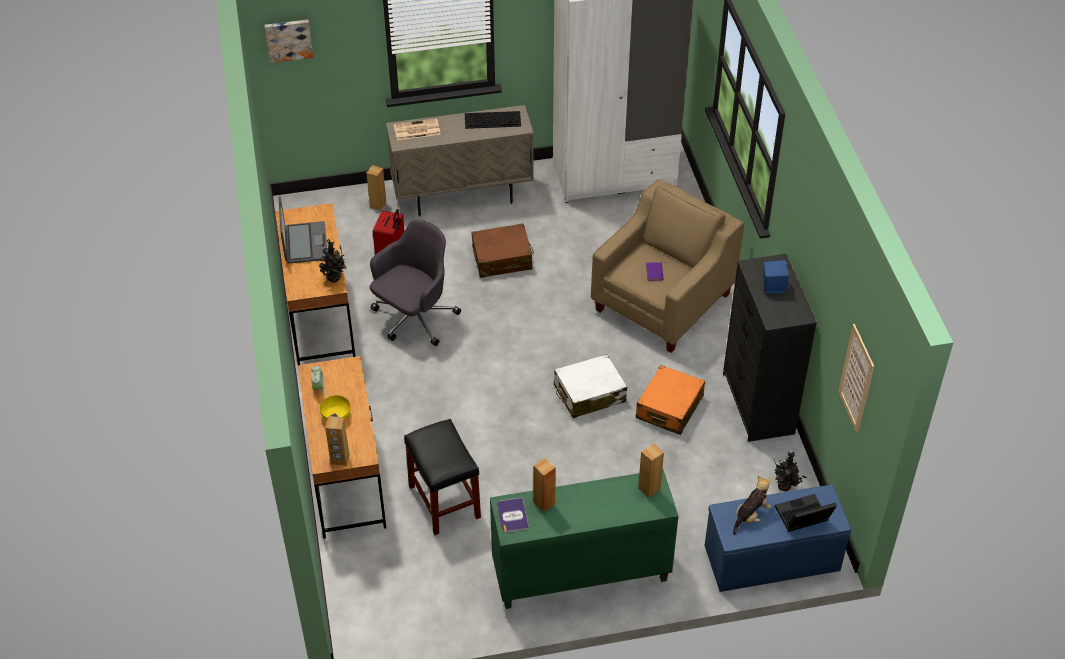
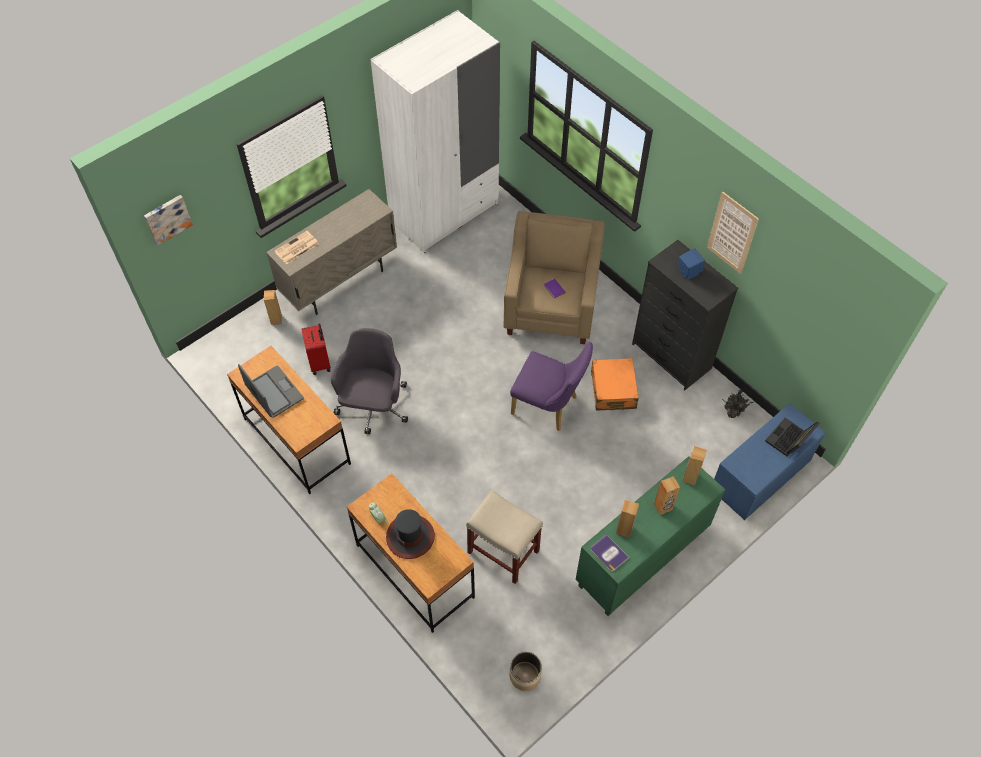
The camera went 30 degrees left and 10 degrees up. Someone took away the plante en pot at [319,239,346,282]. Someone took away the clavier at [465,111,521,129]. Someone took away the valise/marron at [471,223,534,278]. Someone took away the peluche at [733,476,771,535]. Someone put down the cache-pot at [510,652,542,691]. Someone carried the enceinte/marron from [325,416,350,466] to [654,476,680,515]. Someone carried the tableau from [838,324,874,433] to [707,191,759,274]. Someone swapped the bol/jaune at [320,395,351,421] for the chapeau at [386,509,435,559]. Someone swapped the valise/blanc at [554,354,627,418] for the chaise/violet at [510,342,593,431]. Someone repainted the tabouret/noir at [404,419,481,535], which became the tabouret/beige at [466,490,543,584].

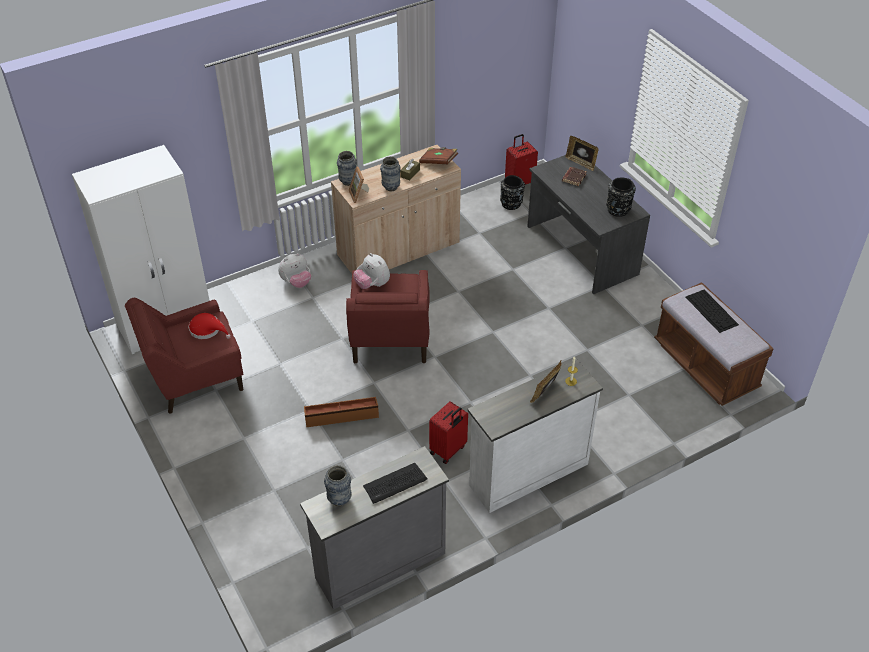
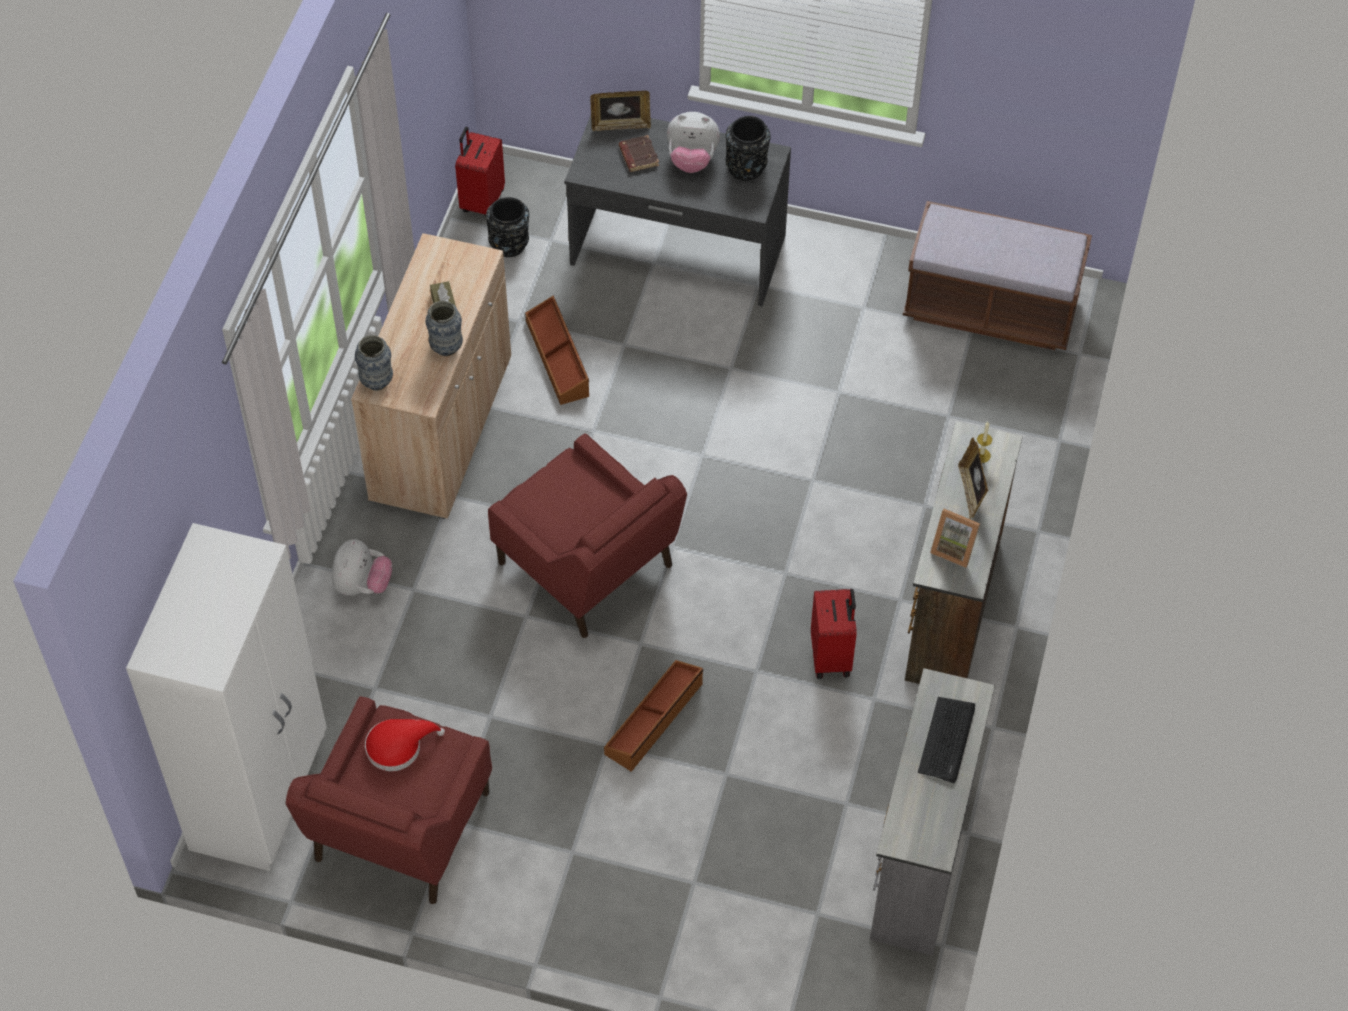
The camera went 45 degrees left and 10 degrees up. Someone took away the vase at [324,465,352,506]. Someone took away the livre/marron at [419,147,458,164]. Someone took away the clavier at [686,290,739,333]. Someone put down the boîte de rangement/marron at [525,296,589,405]. Someone carried the cadre photo from [349,167,369,203] to [930,509,980,568]. Someone carried the peluche from [354,253,390,289] to [667,112,720,173]. Someone repainted the commode/blanc at [467,360,603,513], which became the commode/marron at [905,421,1023,684].

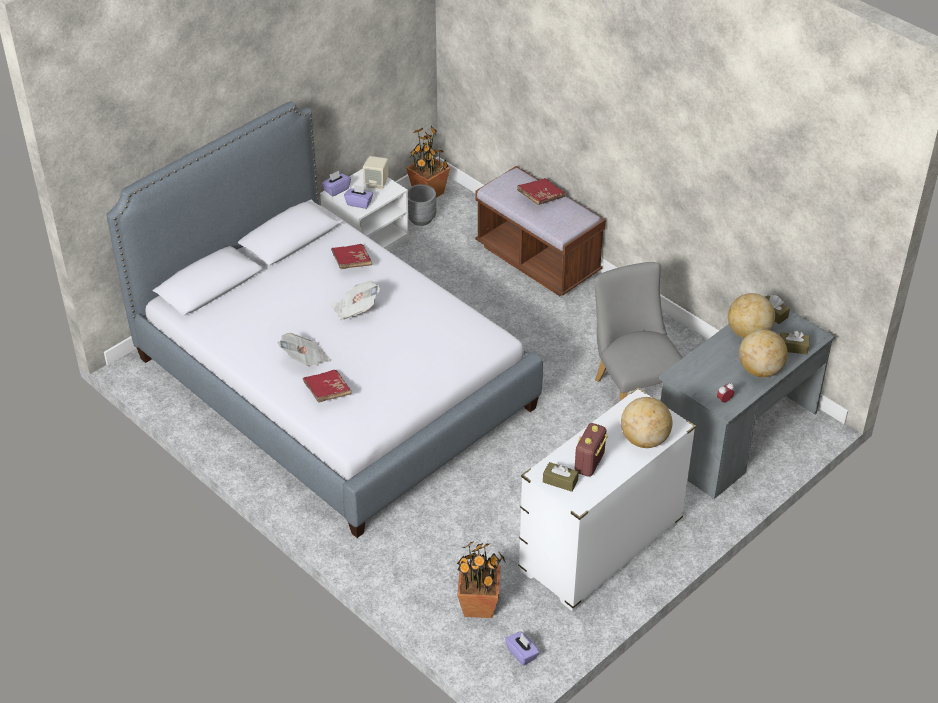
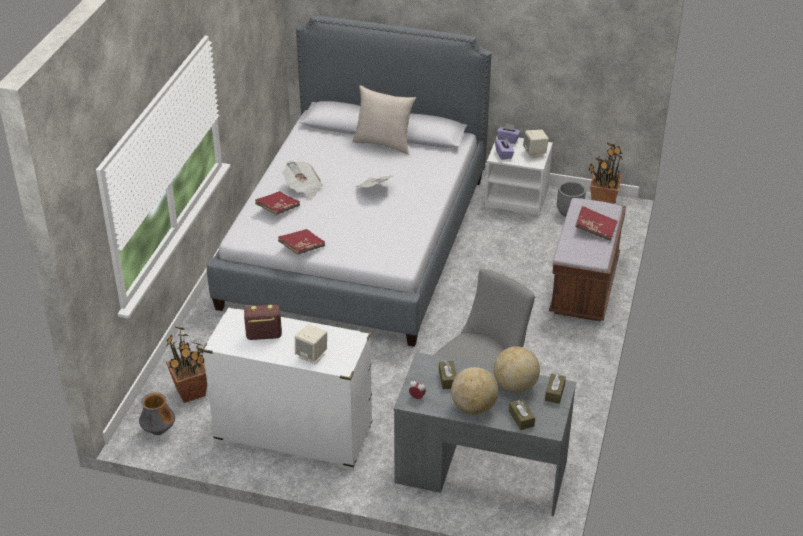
The camera went 60 degrees right and 5 degrees down. Someone put down the coussin/beige at [352,85,416,155]. Someone carried the livre/rouge from [331,244,372,269] to [278,229,325,255]. Someone carried the boîte à mouchoirs/marron from [543,462,579,492] to [439,361,457,389]. Someone swapped the boîte à mouchoirs/violet at [505,631,540,666] for the vase at [139,392,175,435]. Someone swapped the globe at [621,397,672,448] for the enceinte/beige at [295,324,327,364].

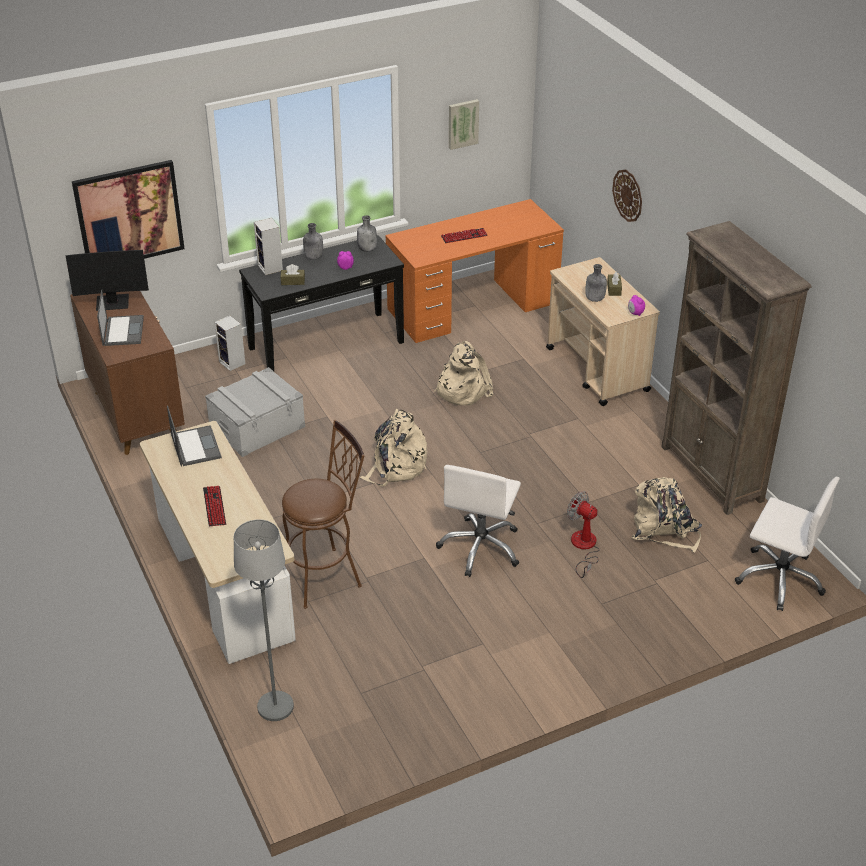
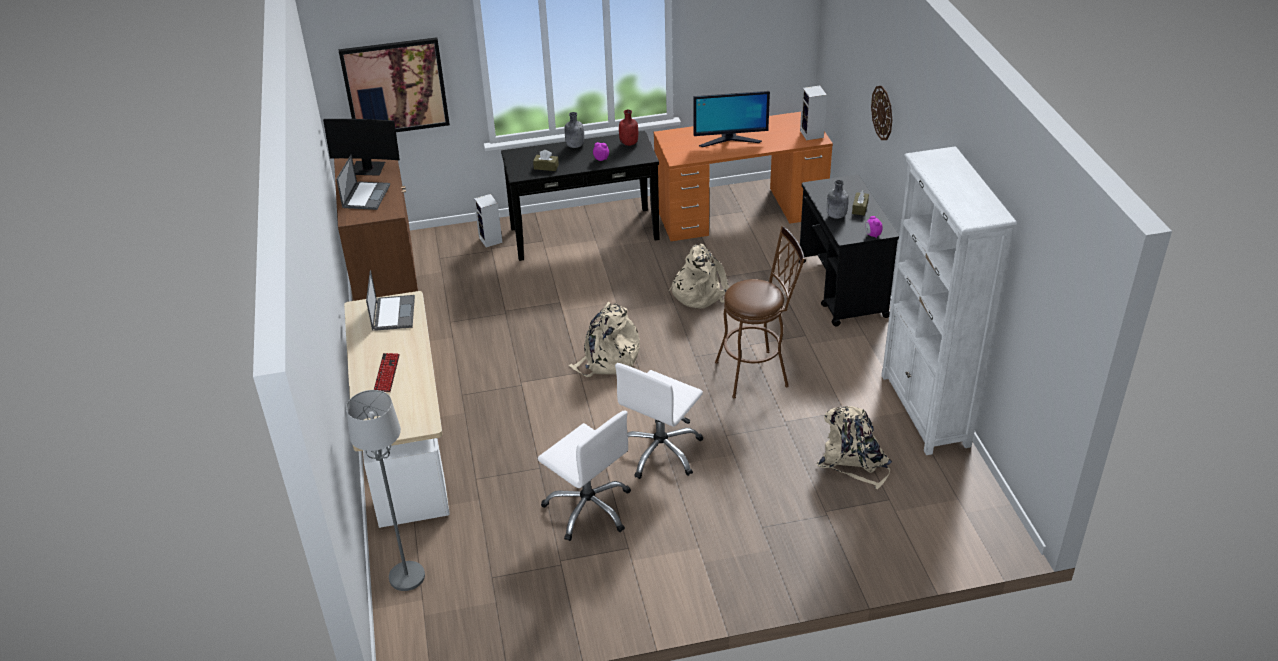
The camera went 15 degrees right and 0 degrees up. Someone took away the boîte de rangement/gris at [205,367,305,457]. Someone took away the tableau at [449,99,479,150]. Someone took away the ventilateur at [567,491,599,578]. Someone carried the enceinte from [254,217,283,275] to [800,86,827,140]. Someone carried the tabouret/marron from [282,420,364,609] to [715,226,805,398]. Someone carried the chaise de bureau/blanc from [735,477,840,611] to [538,410,631,541]. Someone swapped the clavier at [441,228,488,243] for the écran d'ordinateur at [694,91,770,147]. Someone repainted the bouteille/gris at [357,215,377,252], which became the bouteille/rouge at [619,110,638,146]. Someone repainted the chariot/beige at [546,257,660,406], which became the chariot/noir at [799,175,899,326]. Someone repainted the bibliothèque/marron at [662,221,811,515], which became the bibliothèque/blanc at [881,146,1017,455].

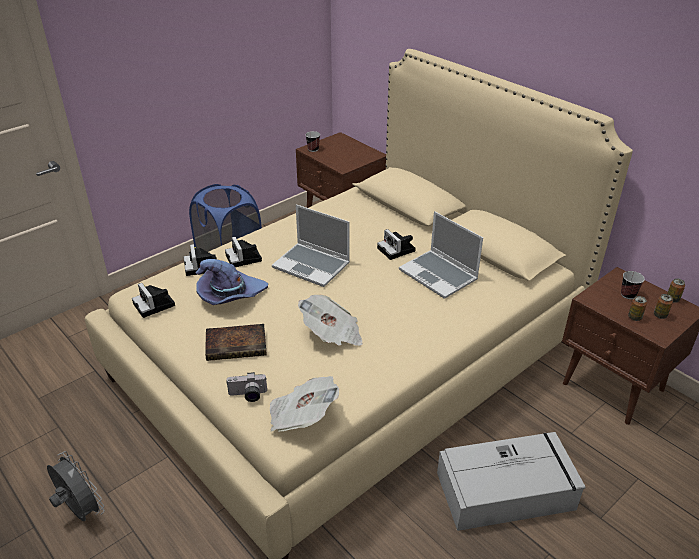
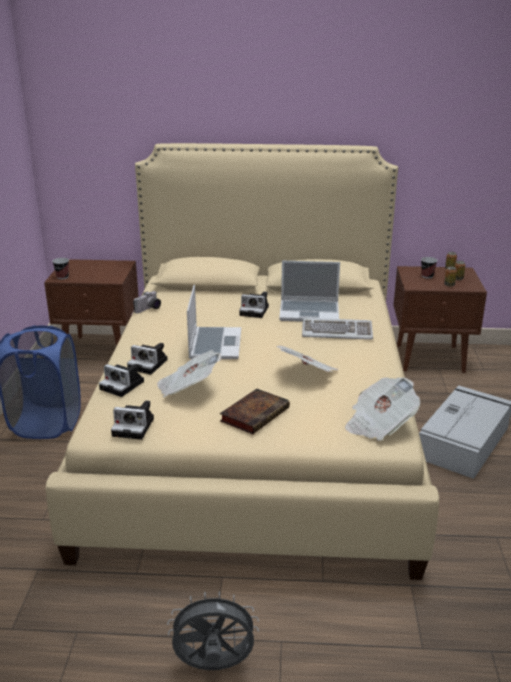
The camera went 45 degrees left and 10 degrees down. Someone put down the clavier at [302,318,373,340]. Someone carried the appareil photo from [226,372,267,402] to [133,291,161,313]. Someone swapped the chapeau/violet at [195,259,268,305] for the journal at [157,350,221,398]. Someone rotated the ordinateur portable at [272,204,350,287] by 75 degrees counterclockwise.

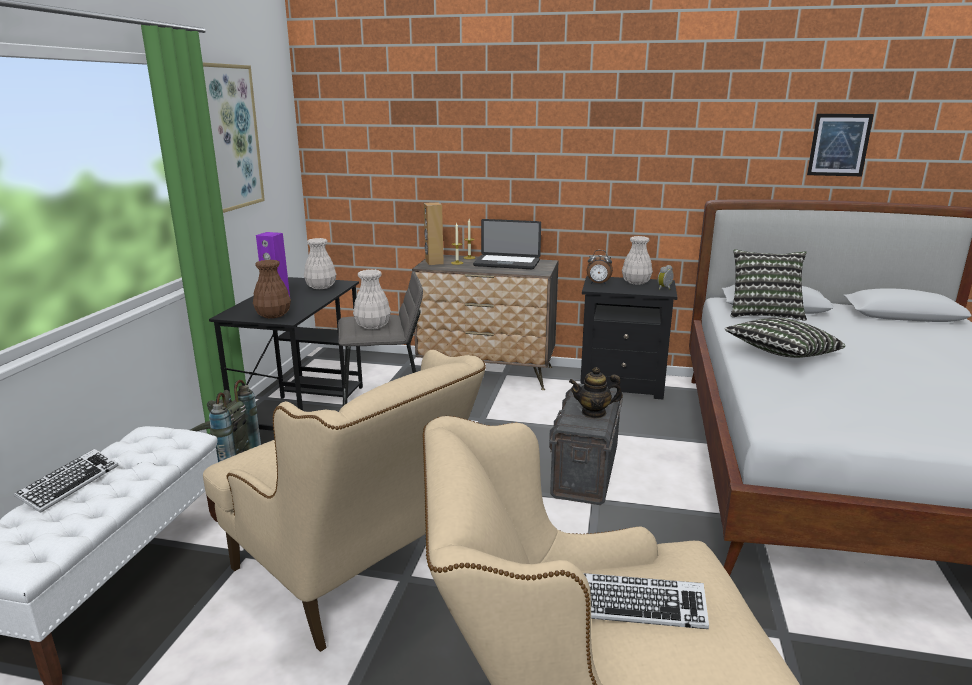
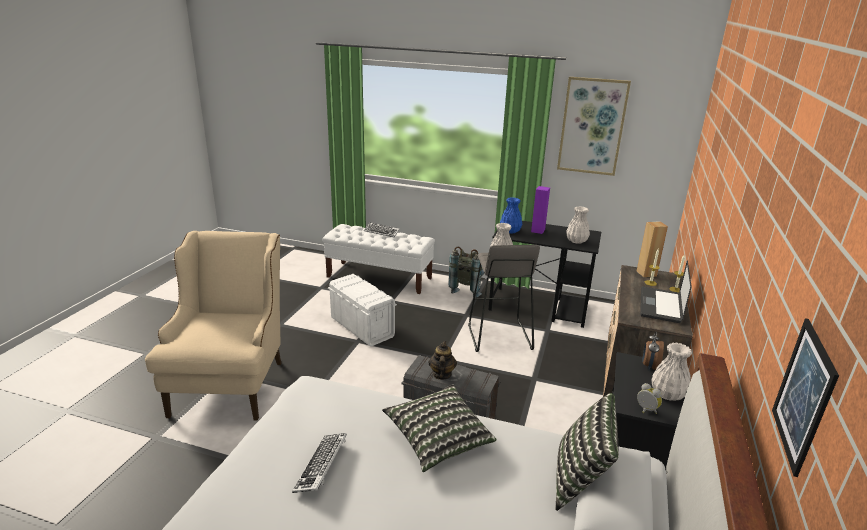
The camera went 95 degrees right and 5 degrees up. Someone carried the clavier from [584,573,709,629] to [292,433,347,493]. Someone swapped the fauteuil/beige at [203,350,486,652] for the boîte de rangement/blanc at [328,274,397,347]. Someone repainted the vase/marron at [253,260,291,318], which became the vase/bleu at [500,197,522,234].

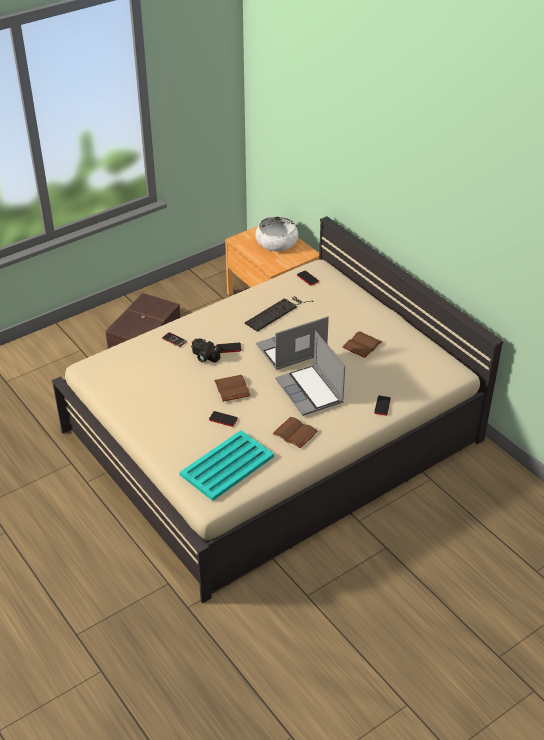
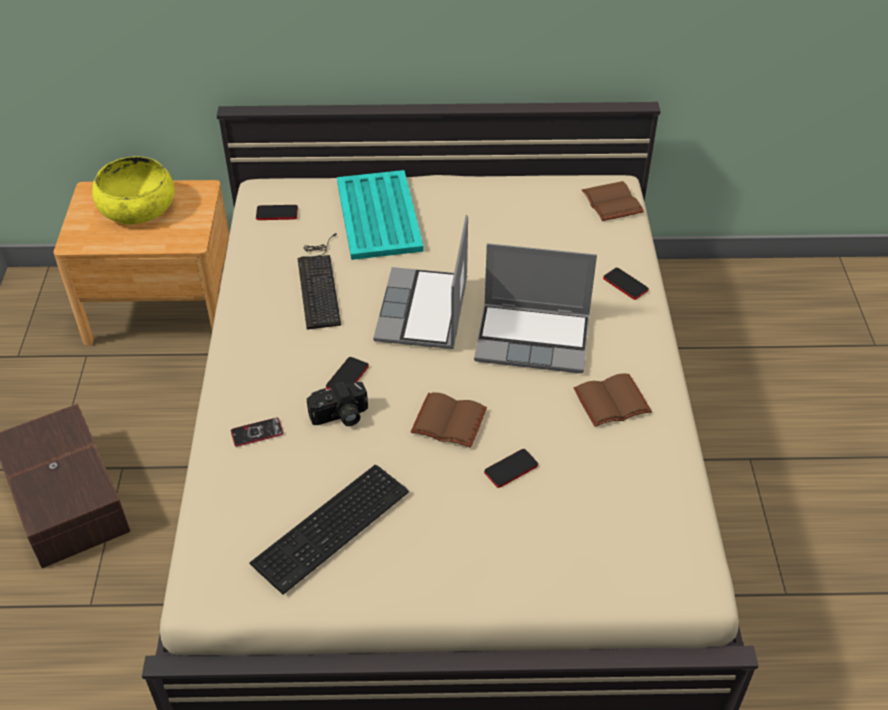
The camera went 55 degrees left and 5 degrees up. Someone put down the clavier at [249,465,409,595]. Someone carried the plateau/turquoise from [180,430,274,501] to [337,170,424,260]. Someone carried the livre/marron from [343,331,382,358] to [582,181,644,221]. Someone repainted the bol/blanc at [256,216,298,251], which became the bol/jaune at [92,156,175,225].

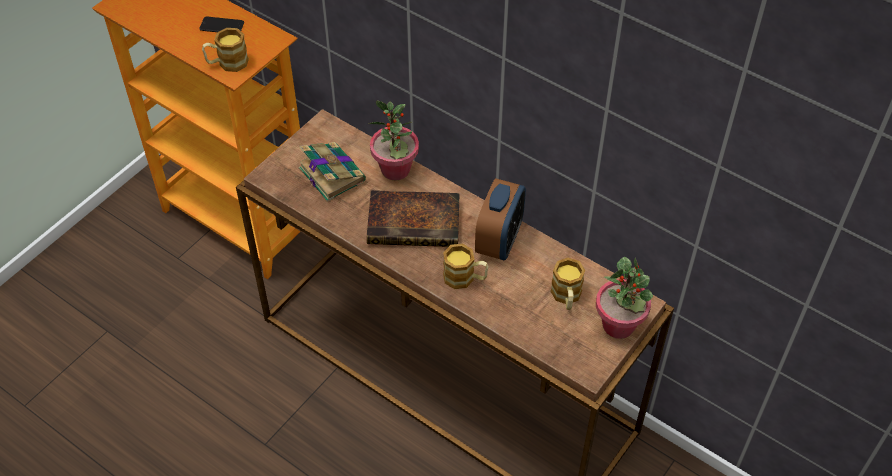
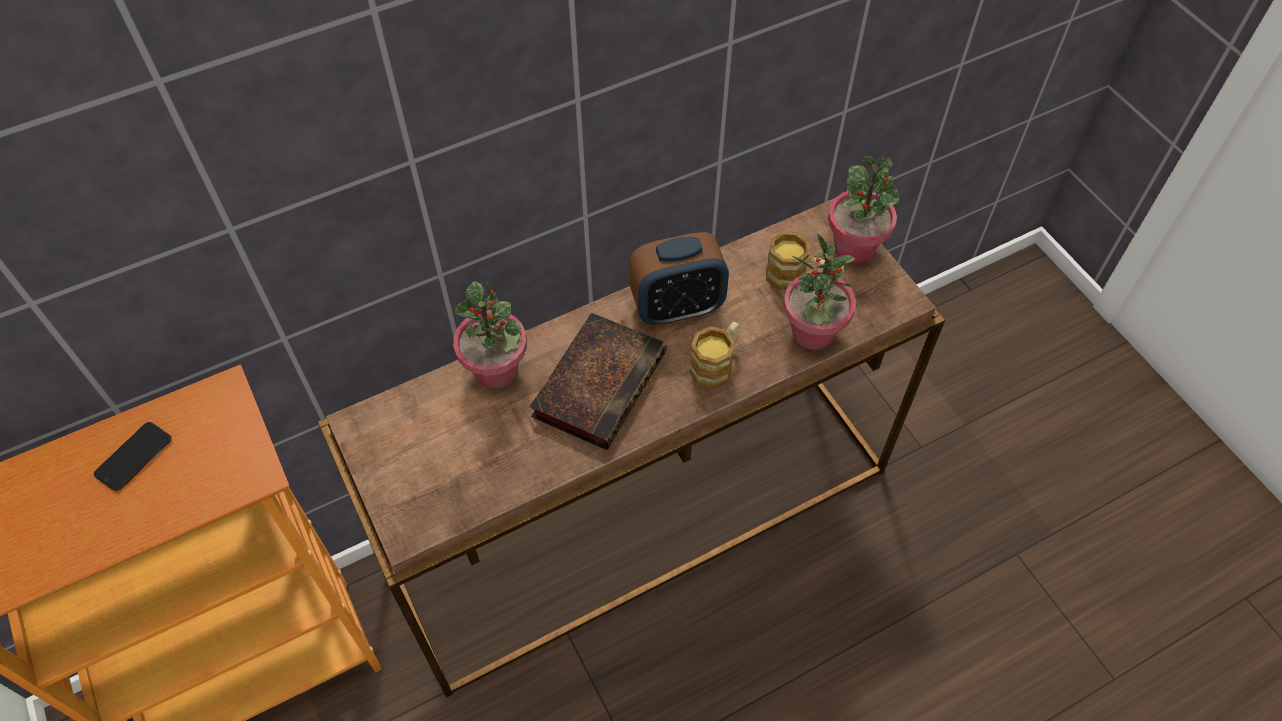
The camera went 65 degrees left and 5 degrees up. Someone took away the mug at [202,28,249,72]. Someone took away the livre at [299,142,366,202]. Someone put down the plante en pot at [783,233,856,350]. Someone rotated the réveil at [475,178,526,260] by 120 degrees clockwise.

